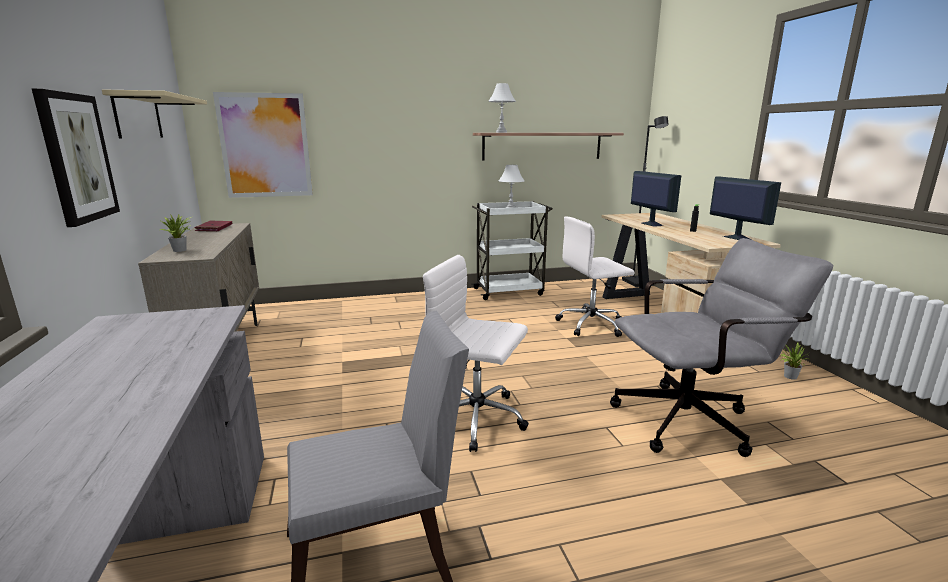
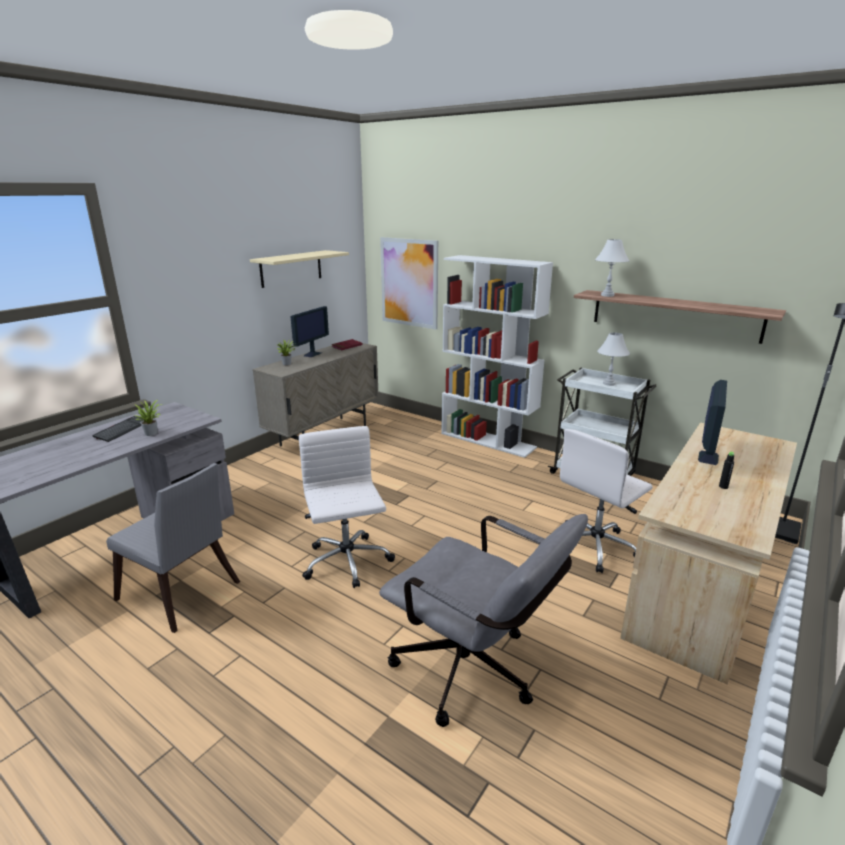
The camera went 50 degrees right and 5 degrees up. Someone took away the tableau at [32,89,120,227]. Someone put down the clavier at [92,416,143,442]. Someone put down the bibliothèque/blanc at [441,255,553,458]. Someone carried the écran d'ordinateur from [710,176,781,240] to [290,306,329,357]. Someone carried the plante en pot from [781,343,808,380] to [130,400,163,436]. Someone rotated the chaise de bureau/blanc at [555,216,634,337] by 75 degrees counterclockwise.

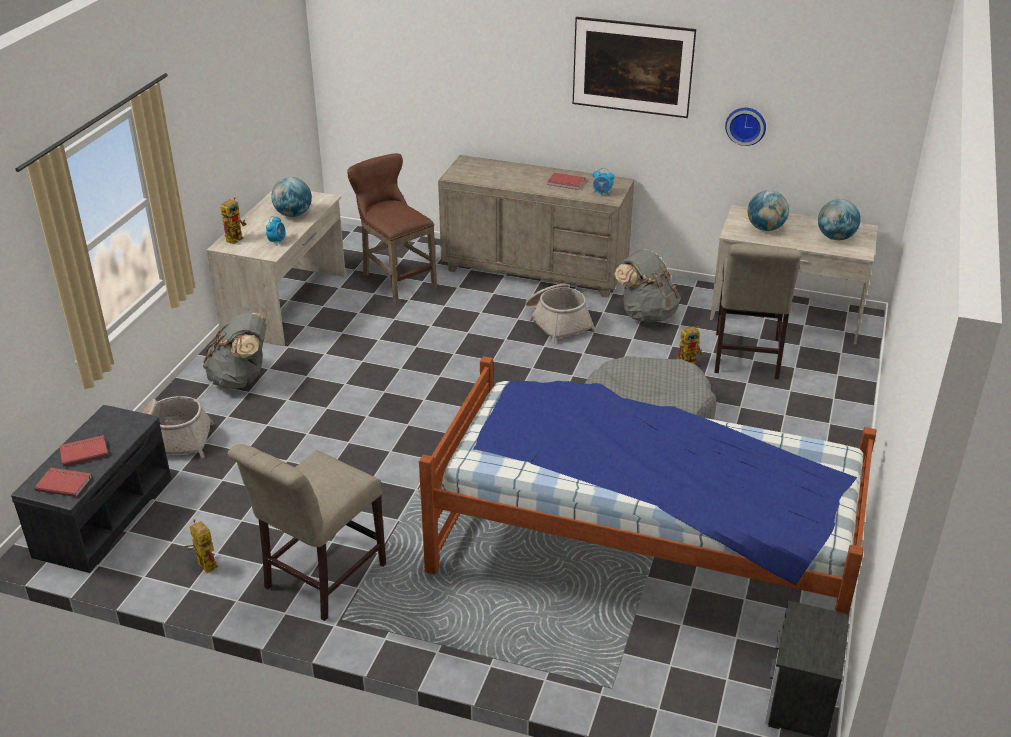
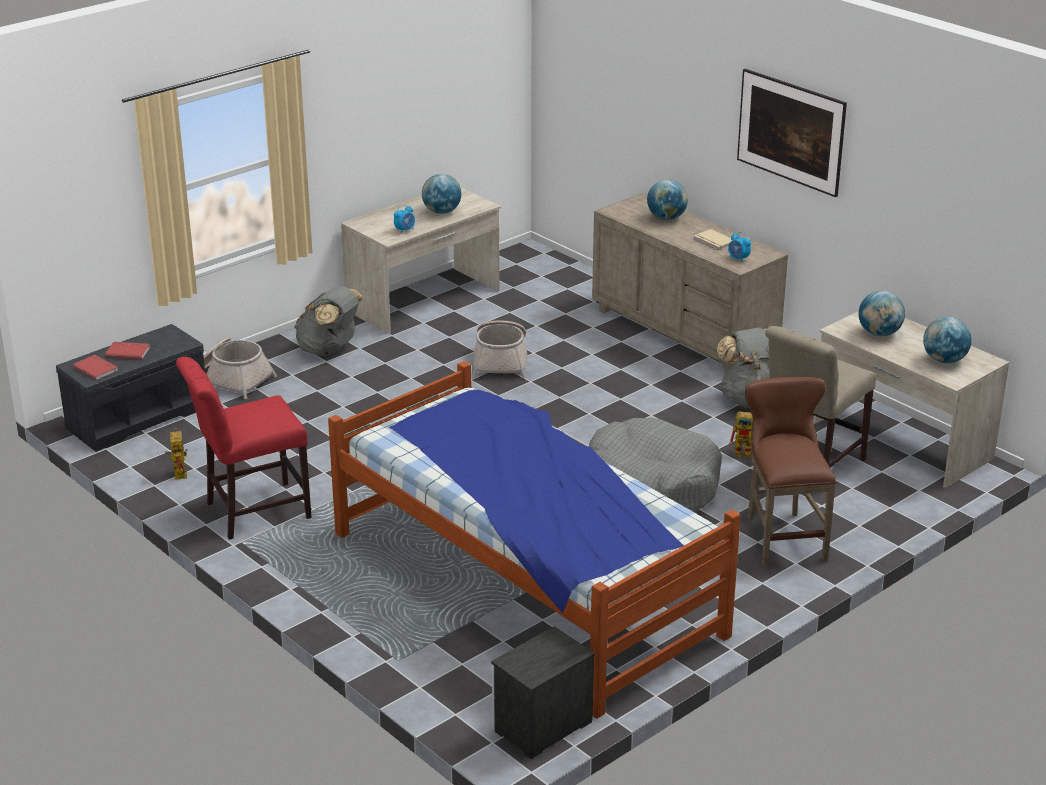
The camera went 30 degrees right and 5 degrees down. Someone took away the robot jouet at [220,197,246,244]. Someone took away the horloge murale at [725,108,766,146]. Someone put down the globe at [647,179,688,220]. Someone carried the tabouret/marron from [348,153,437,303] to [745,377,836,566]. Someone carried the panier from [525,284,596,344] to [472,321,528,379]. Someone repainted the chaise/beige at [228,444,386,621], which became the chaise/rouge at [176,357,312,540]. Someone repainted the livre/rouge at [547,172,585,190], which became the livre/beige at [693,229,732,251].

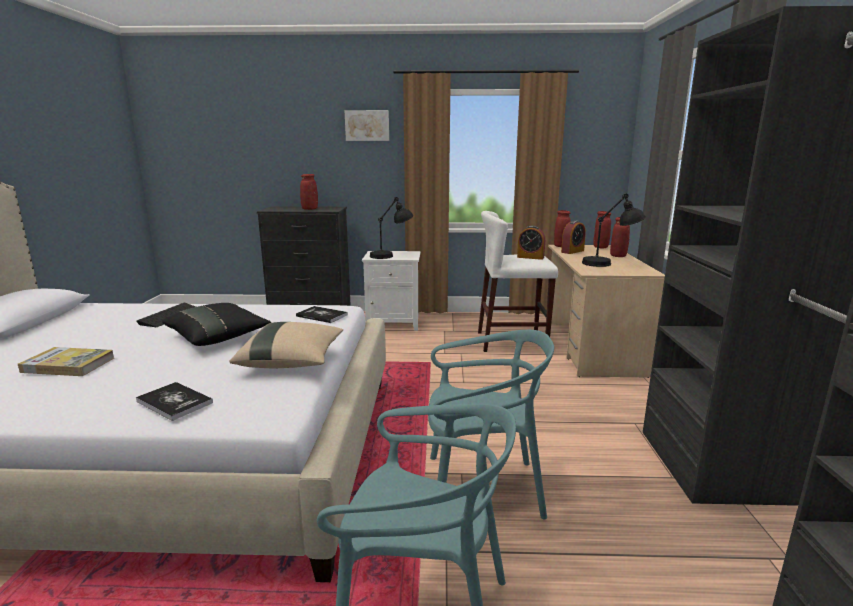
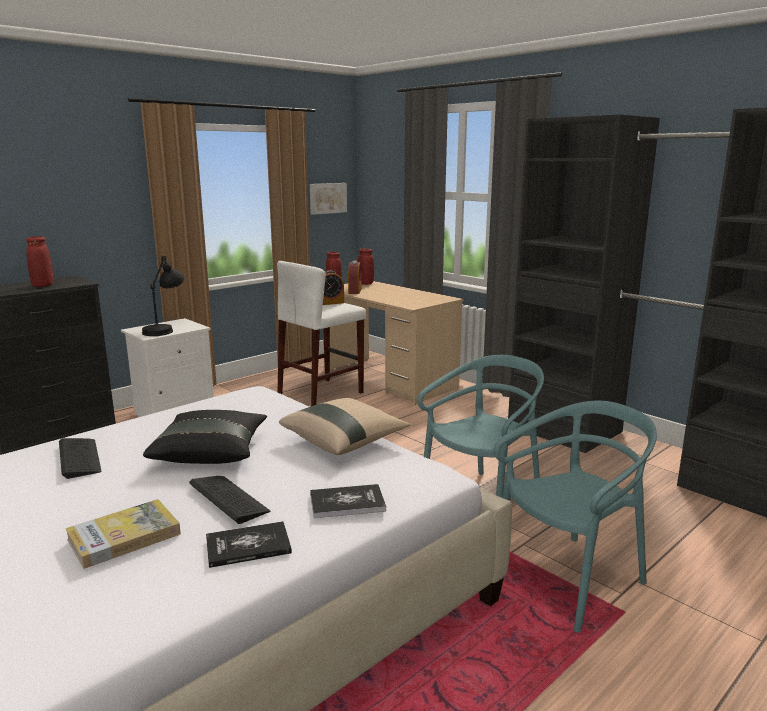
The camera went 45 degrees left and 0 degrees up. Someone took away the lampe de table/noir at [582,193,646,267]. Someone took away the vase/rouge at [610,217,630,257]. Someone put down the clavier at [189,476,270,524]. Someone carried the livre from [296,306,348,323] to [206,521,292,568]. Someone carried the tableau from [344,110,389,141] to [310,183,347,215].

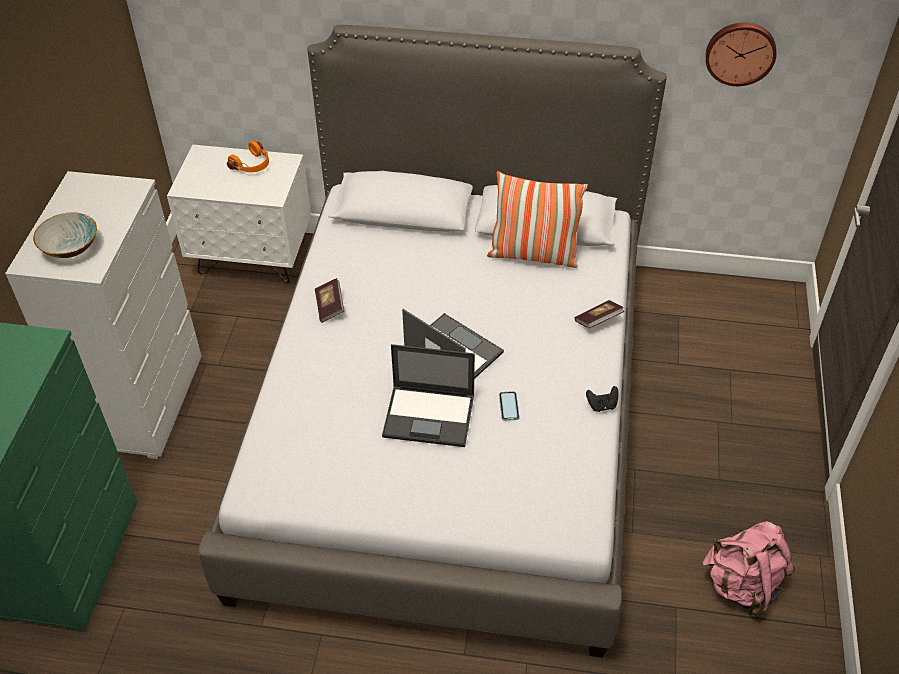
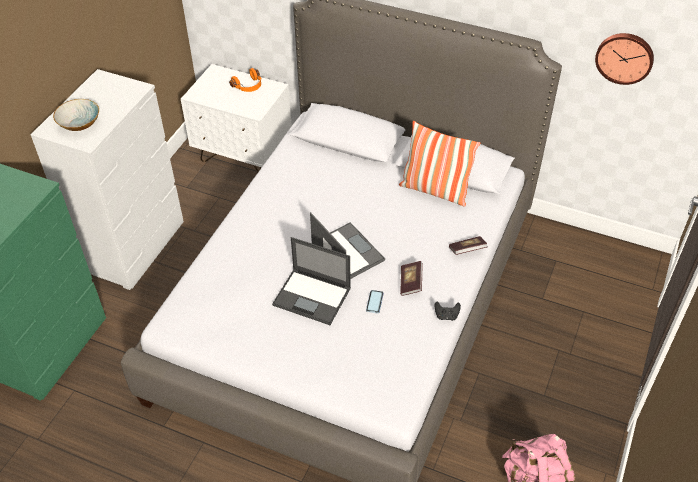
The camera went 15 degrees right and 0 degrees up. Someone carried the livre from [315,278,344,323] to [400,261,422,296].

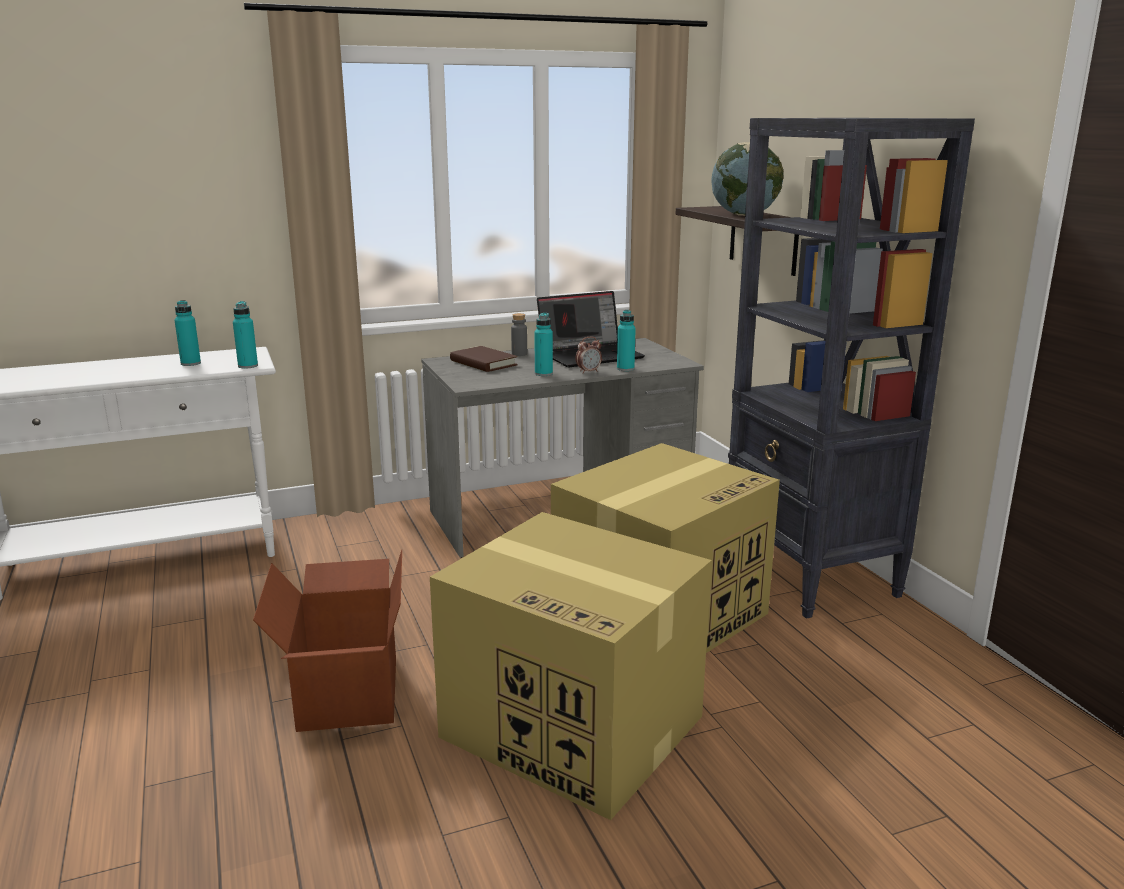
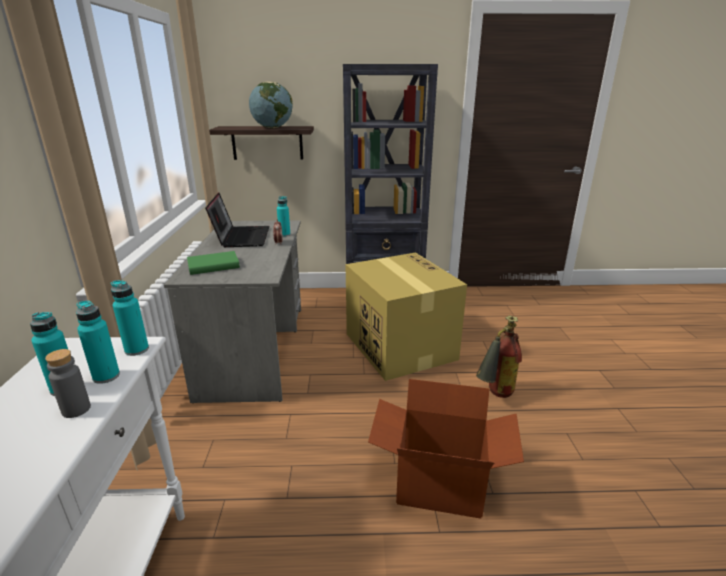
The camera went 70 degrees left and 5 degrees up. Someone carried the bouteille/gris from [511,313,527,356] to [45,349,91,418]. Someone carried the bouteille/turquoise from [534,313,553,376] to [76,300,120,384]. Someone swapped the carton at [430,512,712,820] for the extincteur at [476,316,522,398]. Someone repainted the livre/marron at [450,346,518,372], which became the livre/vert at [187,251,240,275].

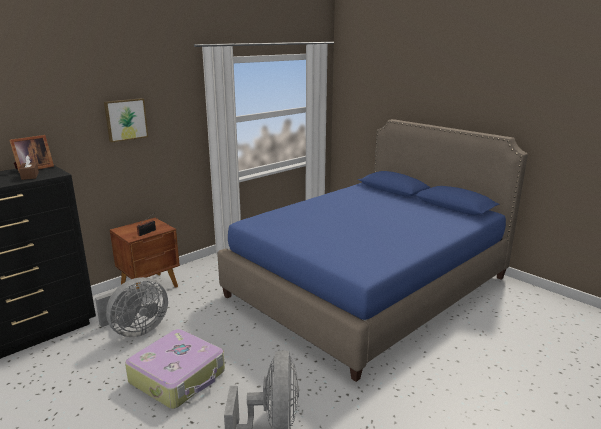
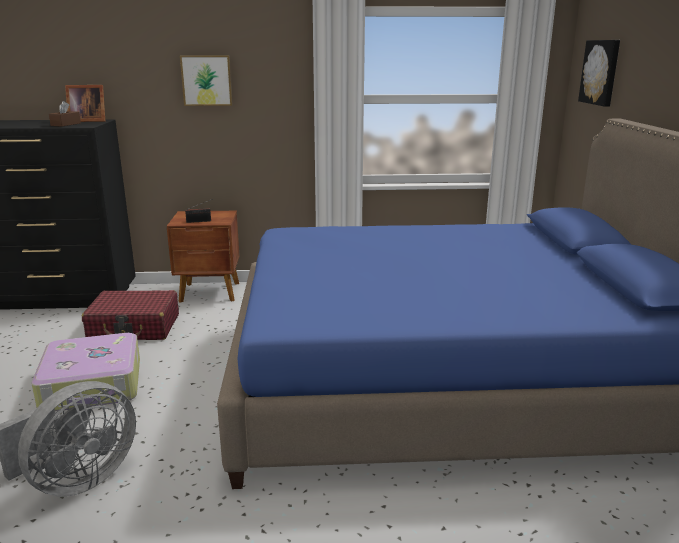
The camera went 40 degrees right and 0 degrees up. Someone put up the tableau at [578,40,620,107]. Someone swapped the ventilateur/gris at [95,277,168,337] for the valise/rouge at [82,290,179,340].

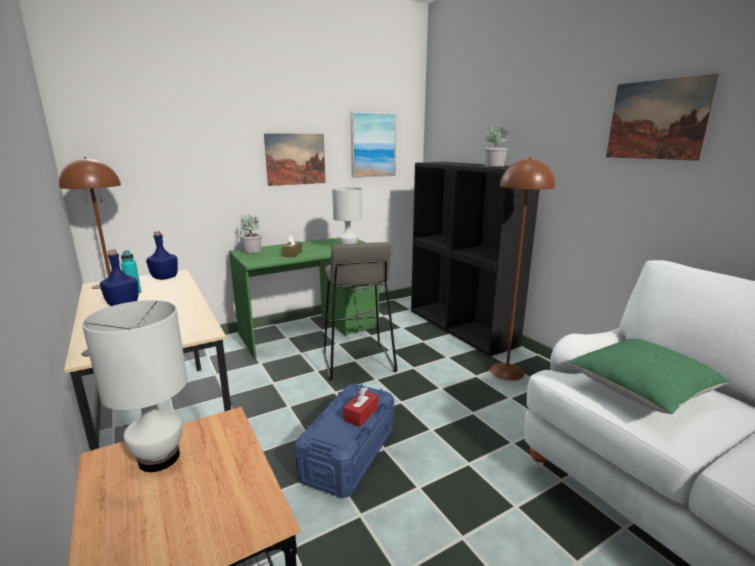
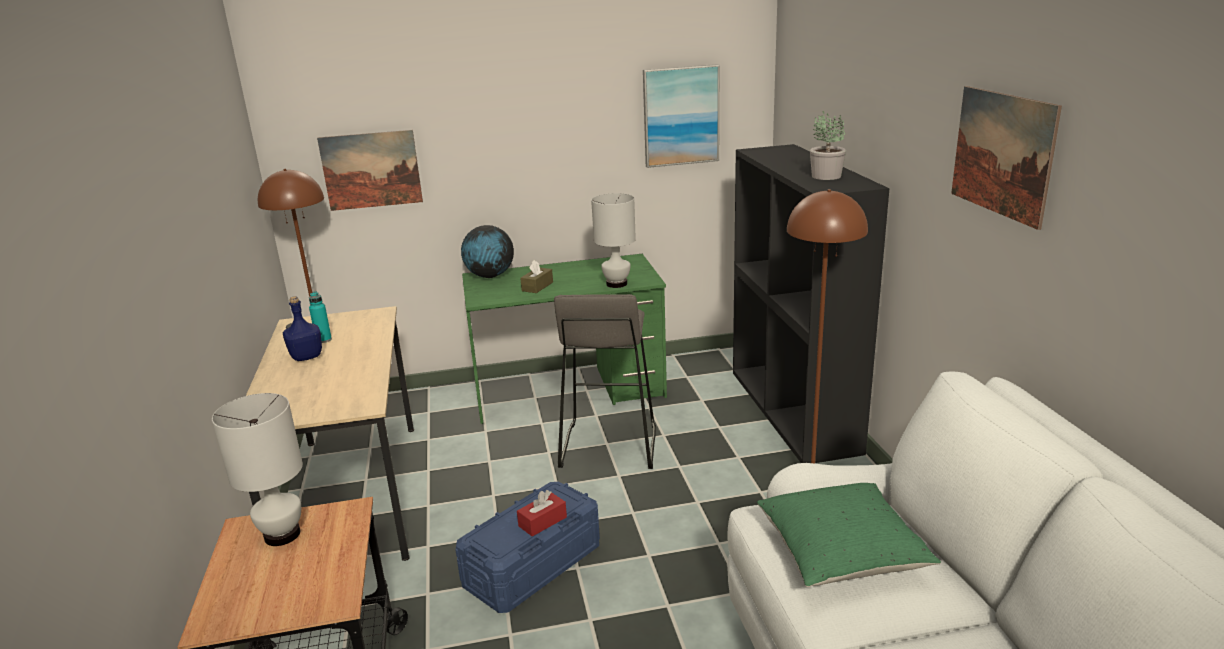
The camera went 20 degrees right and 5 degrees up. Someone took away the bouteille/bleu at [146,231,178,280]. Someone carried the tableau from [264,133,326,186] to [317,130,423,211]. Someone swapped the plante en pot at [240,215,262,253] for the globe at [461,225,514,278].

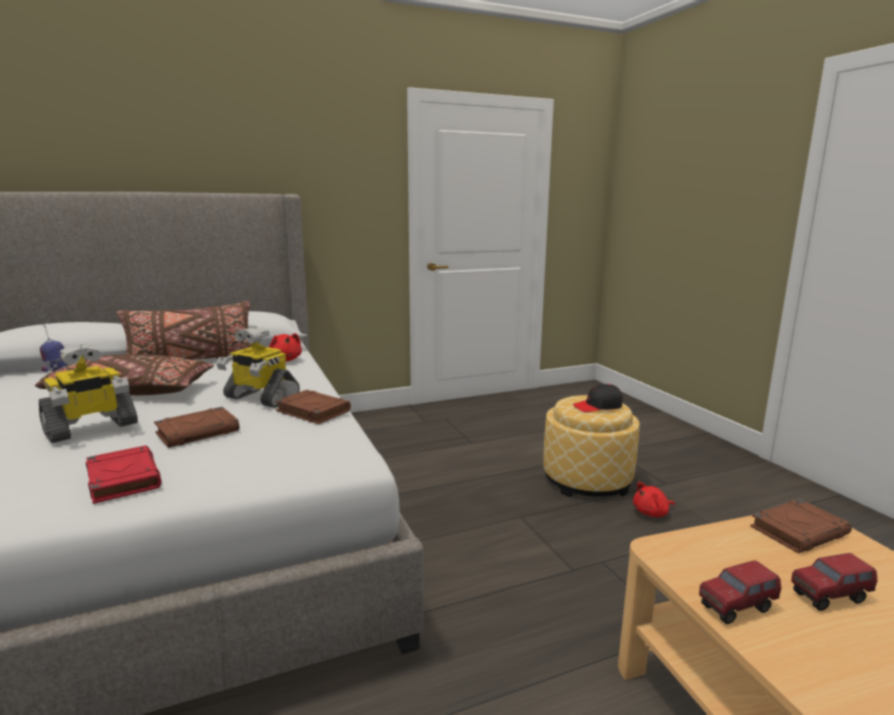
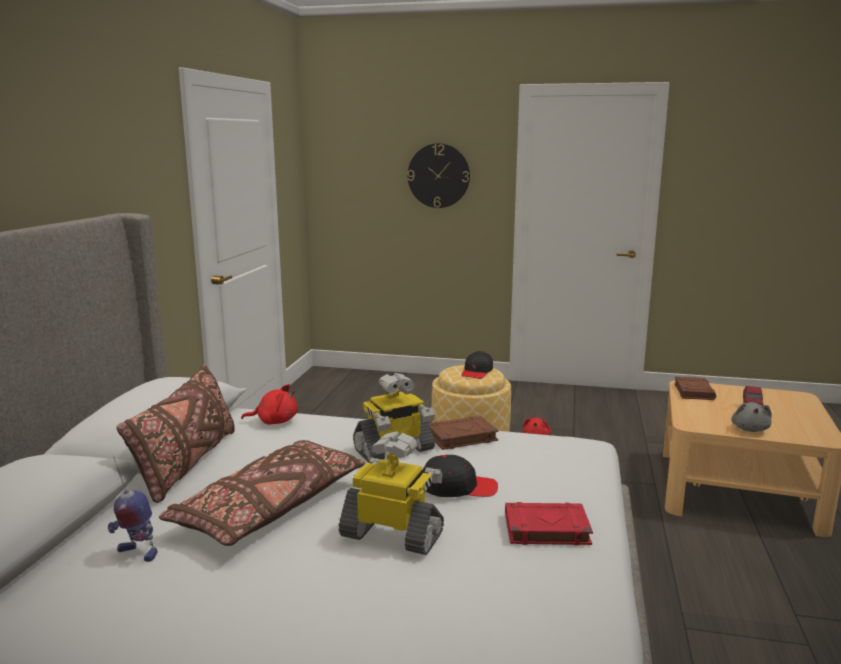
The camera went 55 degrees left and 0 degrees up. Someone put up the horloge murale at [407,143,470,208]. Someone swapped the livre/marron at [154,407,239,448] for the casquette/noir at [423,455,498,497]. Someone swapped the camion jouet at [699,560,781,624] for the peluche/gris at [731,402,772,432]. Someone rotated the robot jouet at [39,344,138,443] by 60 degrees counterclockwise.

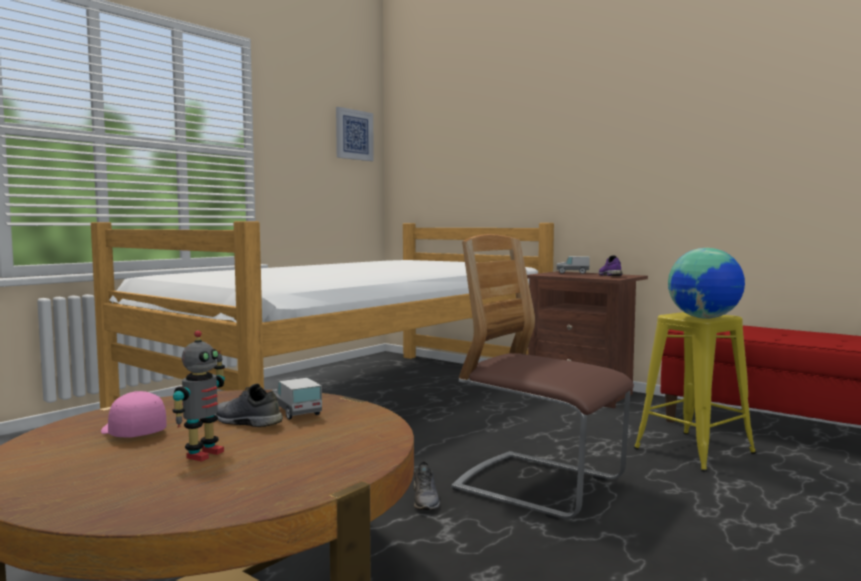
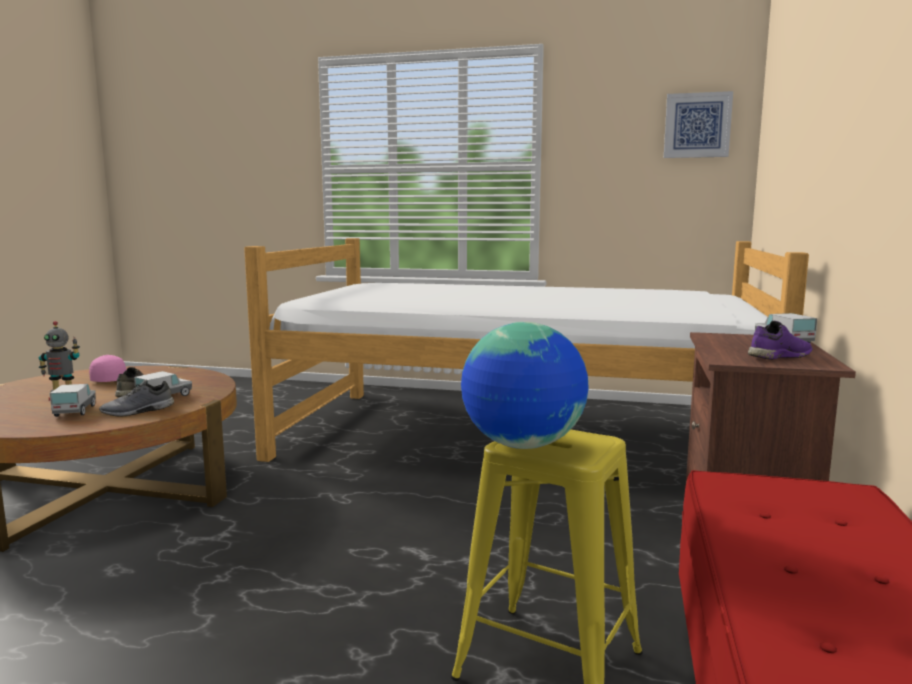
The camera went 65 degrees right and 5 degrees up. Someone took away the chaise at [452,234,634,520]. Someone put down the camion jouet at [50,384,96,417]. Someone carried the chaussure/gris from [413,461,440,510] to [99,380,174,417].

